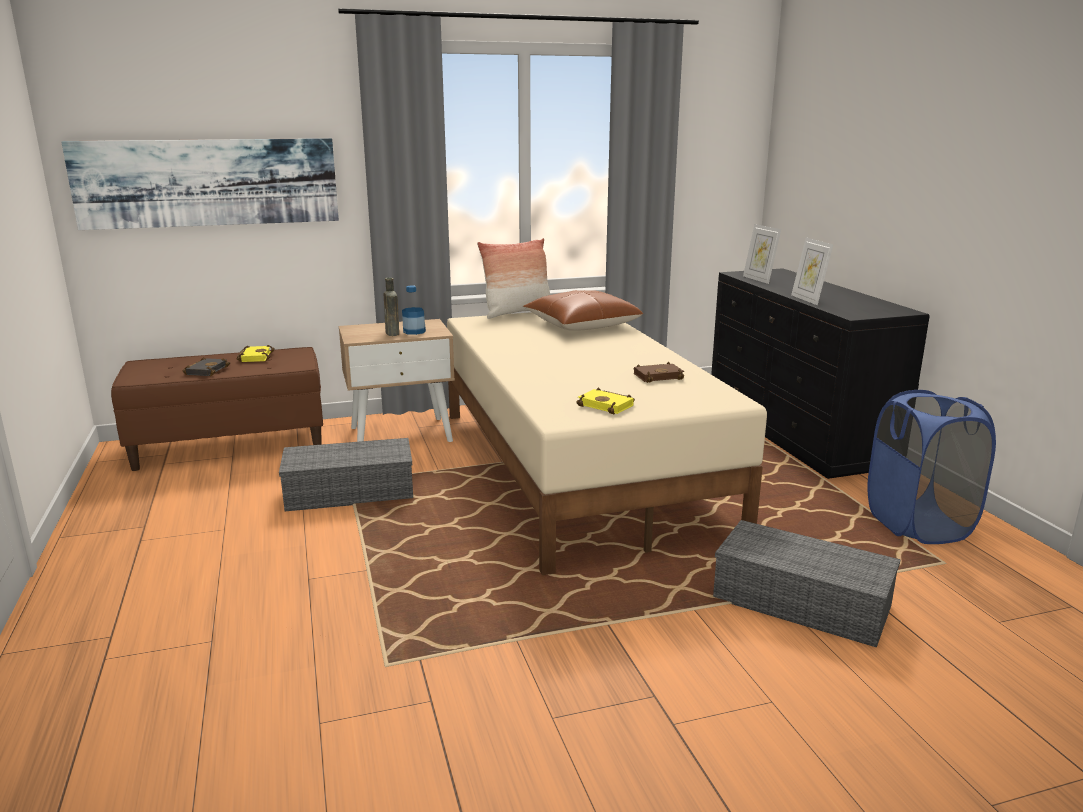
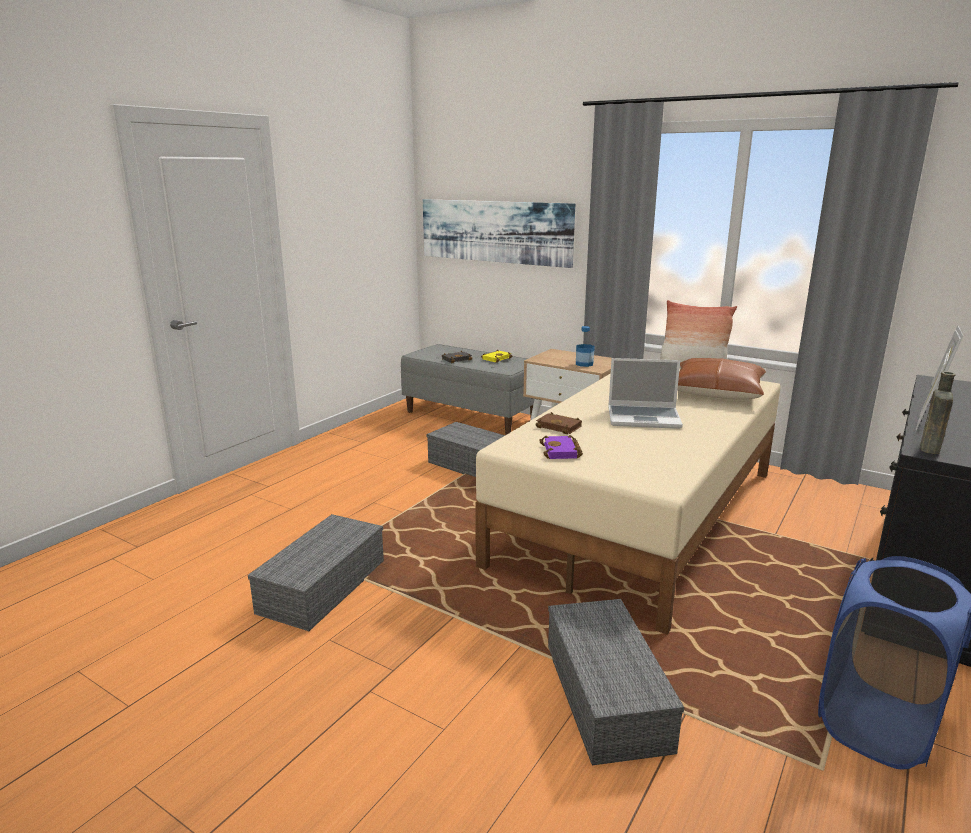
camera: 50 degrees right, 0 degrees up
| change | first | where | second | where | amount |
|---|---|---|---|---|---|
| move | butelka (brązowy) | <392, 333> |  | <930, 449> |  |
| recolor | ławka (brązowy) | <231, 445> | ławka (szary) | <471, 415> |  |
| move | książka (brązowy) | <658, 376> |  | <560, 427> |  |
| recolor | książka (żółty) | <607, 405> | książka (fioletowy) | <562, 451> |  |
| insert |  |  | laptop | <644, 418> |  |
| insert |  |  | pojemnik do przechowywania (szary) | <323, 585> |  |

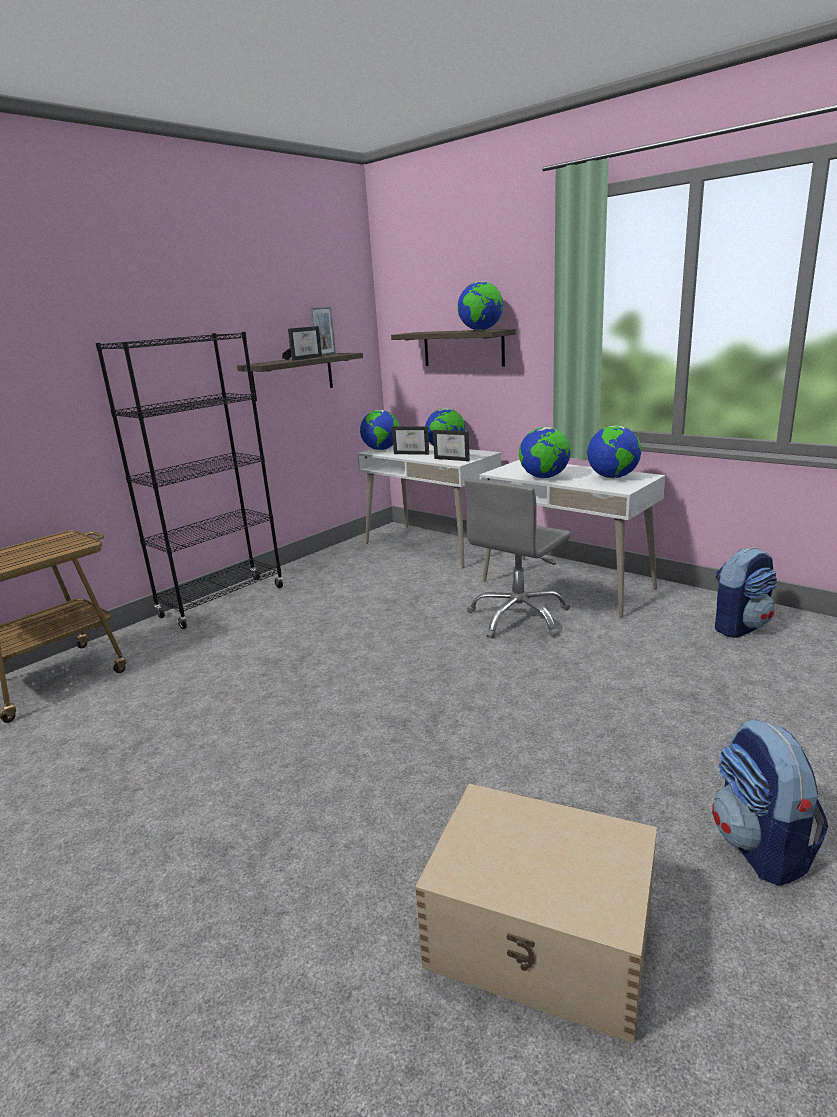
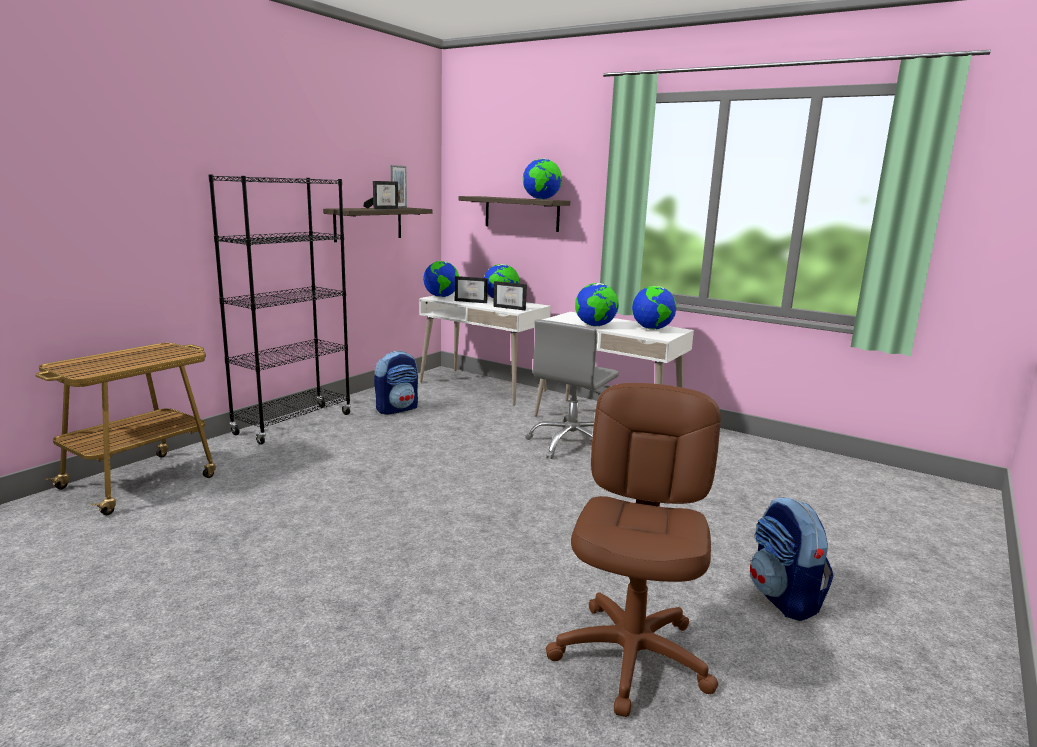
camera: 10 degrees left, 5 degrees down
| change | first | where | second | where | amount |
|---|---|---|---|---|---|
| move | plecak | <740, 626> |  | <397, 409> |  |
| replace | pojemnik do przechowywania (beżowy) | <542, 937> | krzesło biurowe (brązowy) | <632, 656> |  |

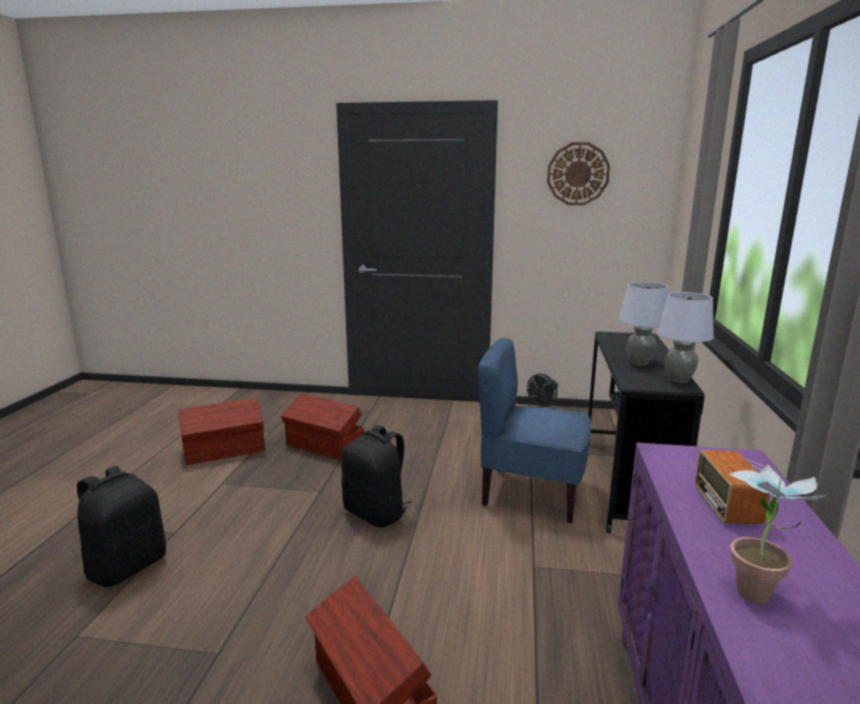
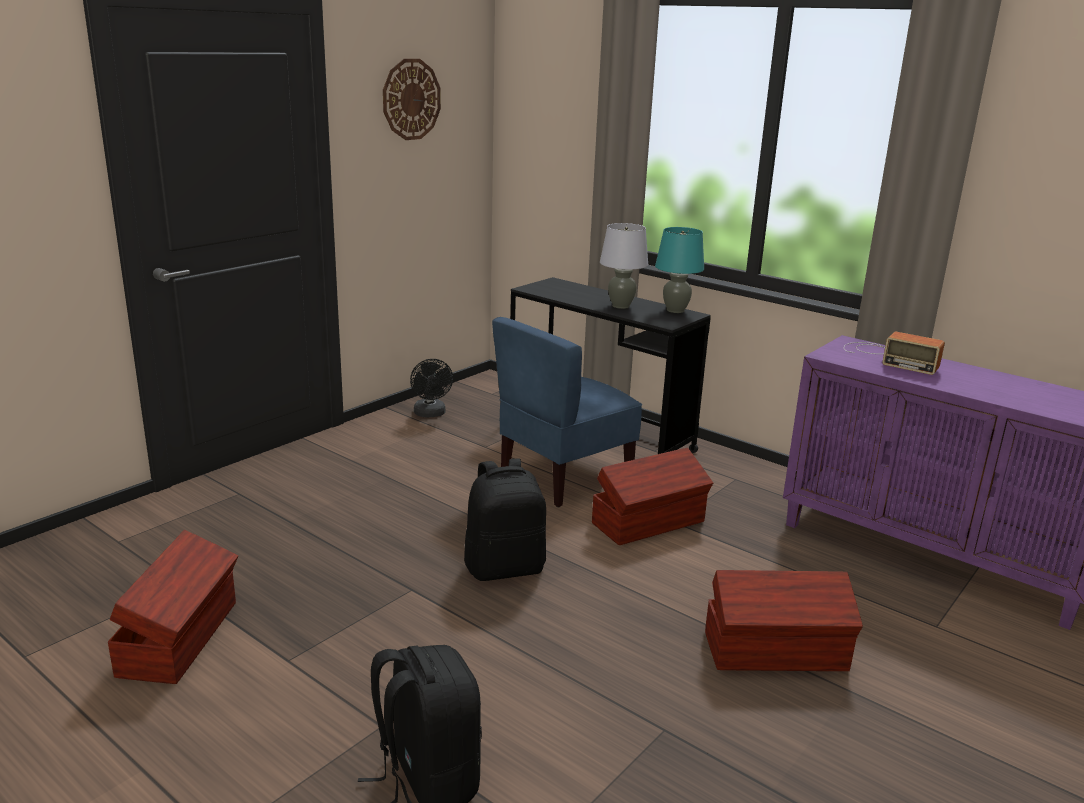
camera: 60 degrees left, 5 degrees up
| change | first | where | second | where | amount |
|---|---|---|---|---|---|
| recolor | lampa stołowa (szary) | <679, 379> | lampa stołowa (turkusowy) | <675, 310> |  |
| move | pojemnik do przechowywania (brązowy) | <325, 446> |  | <650, 523> |  |
| delete | roślina doniczkowa | <758, 588> |  |  |  |

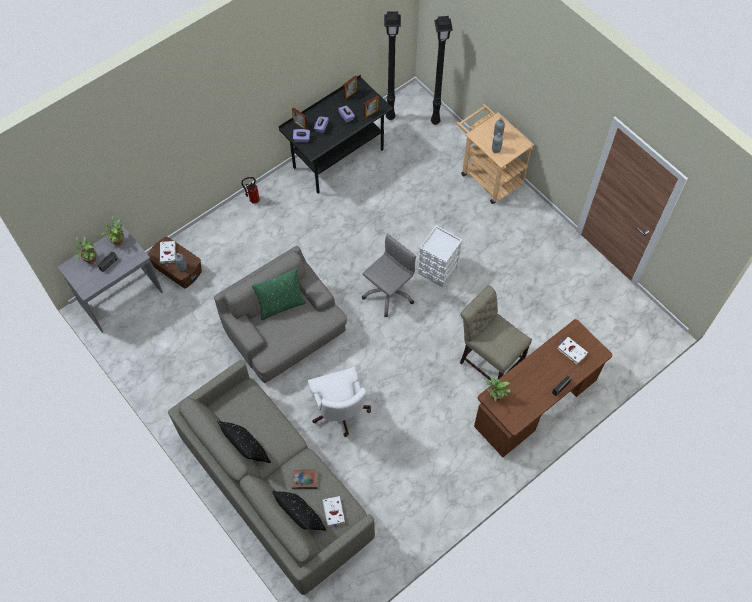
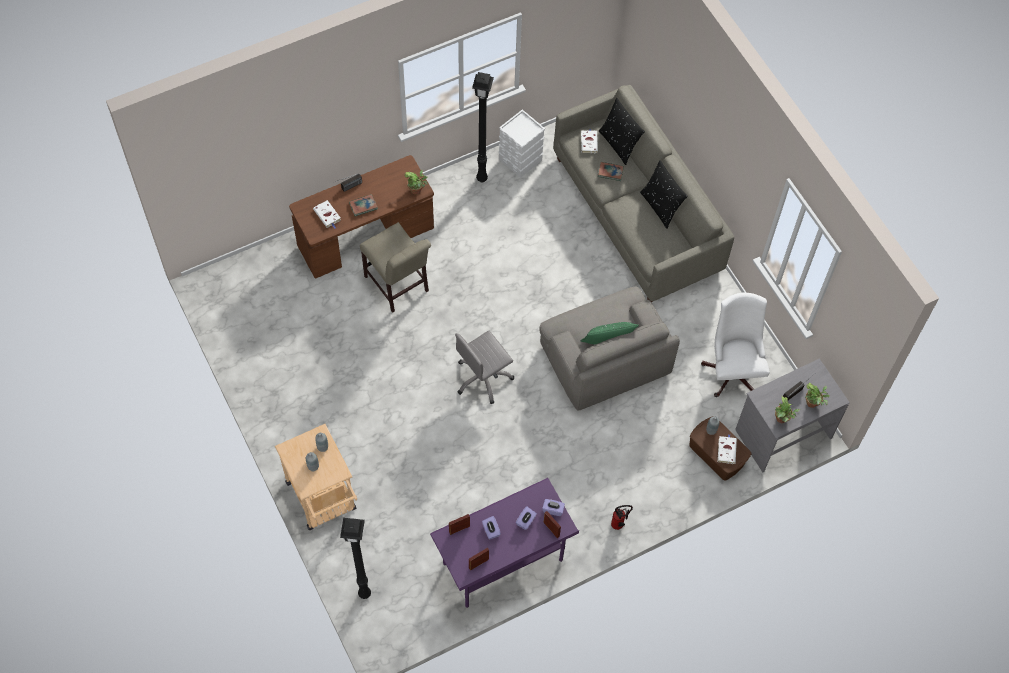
camera: 170 degrees left, 0 degrees up
| change | first | where | second | where | amount |
|---|---|---|---|---|---|
| move | lampa stojąca (czarny) | <390, 117> |  | <482, 178> |  |
| recolor | biurko (czarny) | <338, 159> | biurko (fioletowy) | <503, 563> |  |
| move | pojemnik do przechowywania (biały) | <437, 269> |  | <520, 160> |  |
| move | krzesło biurowe (biały) | <340, 413> |  | <732, 369> |  |
| insert |  |  | książka | <363, 206> |  |

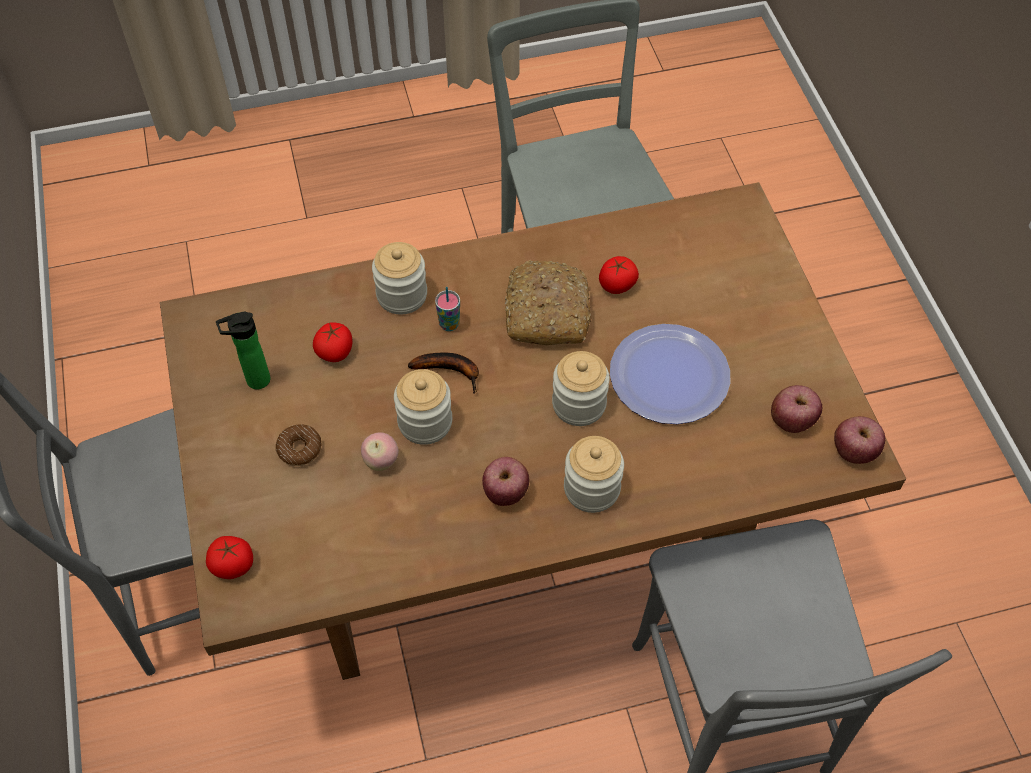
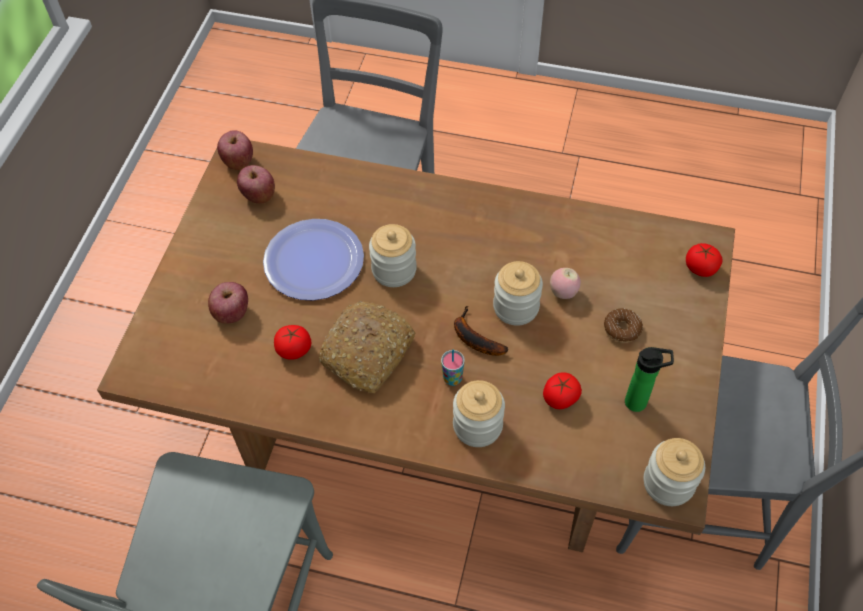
camera: 150 degrees left, 0 degrees up
| change | first | where | second | where | amount |
|---|---|---|---|---|---|
| move | słoik | <591, 488> |  | <668, 483> |  |
| move | jabłko | <506, 492> |  | <231, 313> |  |

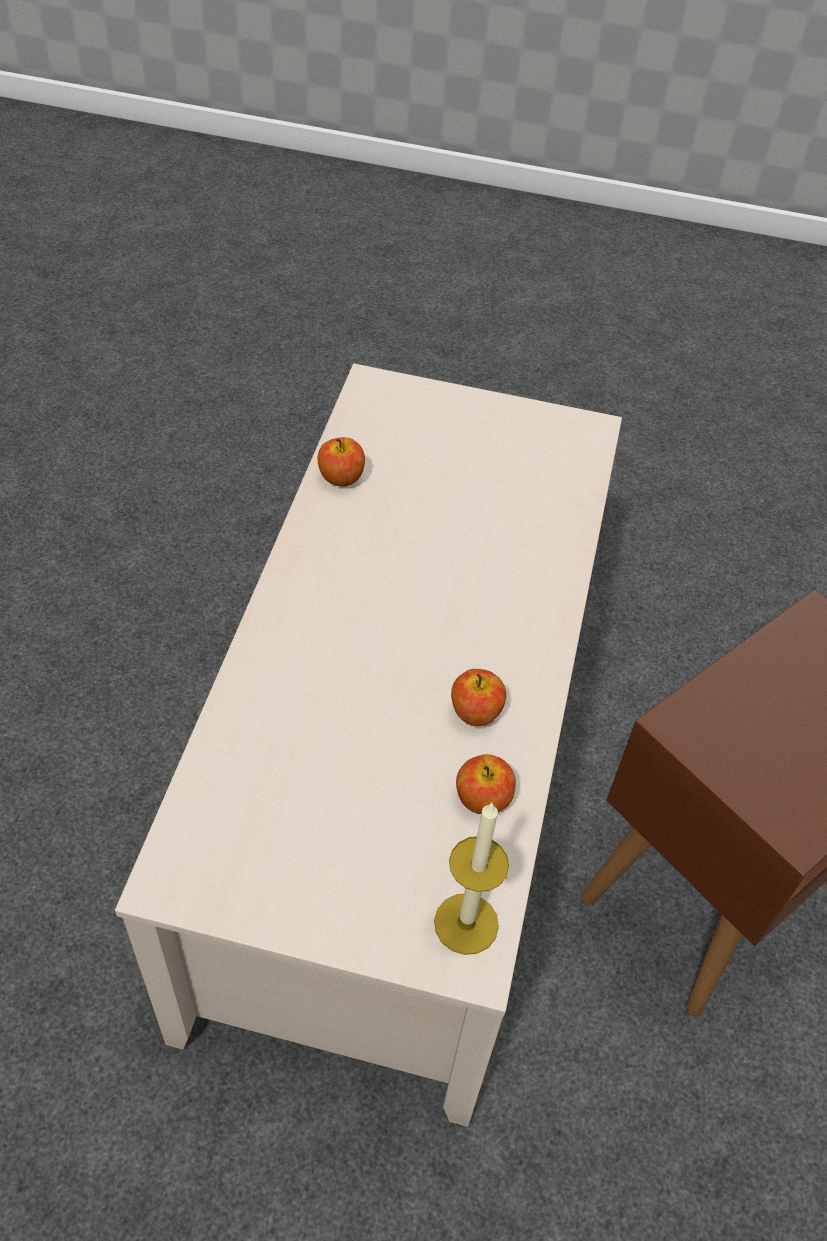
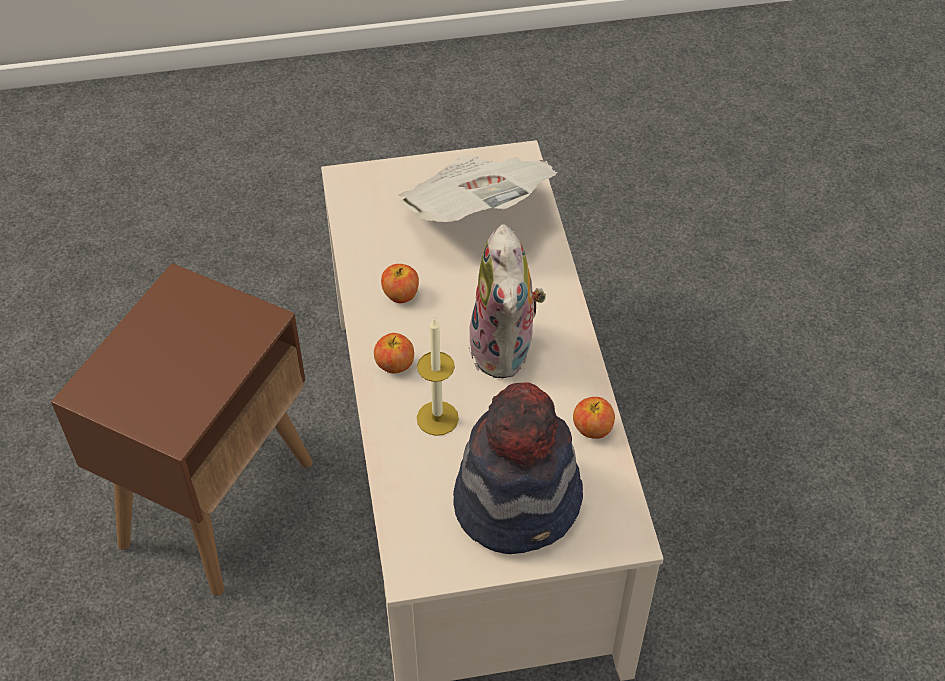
camera: 160 degrees right, 0 degrees up
| change | first | where | second | where | amount |
|---|---|---|---|---|---|
| move | jabłko | <482, 799> |  | <394, 365> |  |
| move | świeca | <466, 923> |  | <437, 418> |  |
| insert |  |  | gazeta | <475, 214> |  |
| insert |  |  | pluszak | <506, 350> |  |
| insert |  |  | kapelusz | <519, 500> |  |

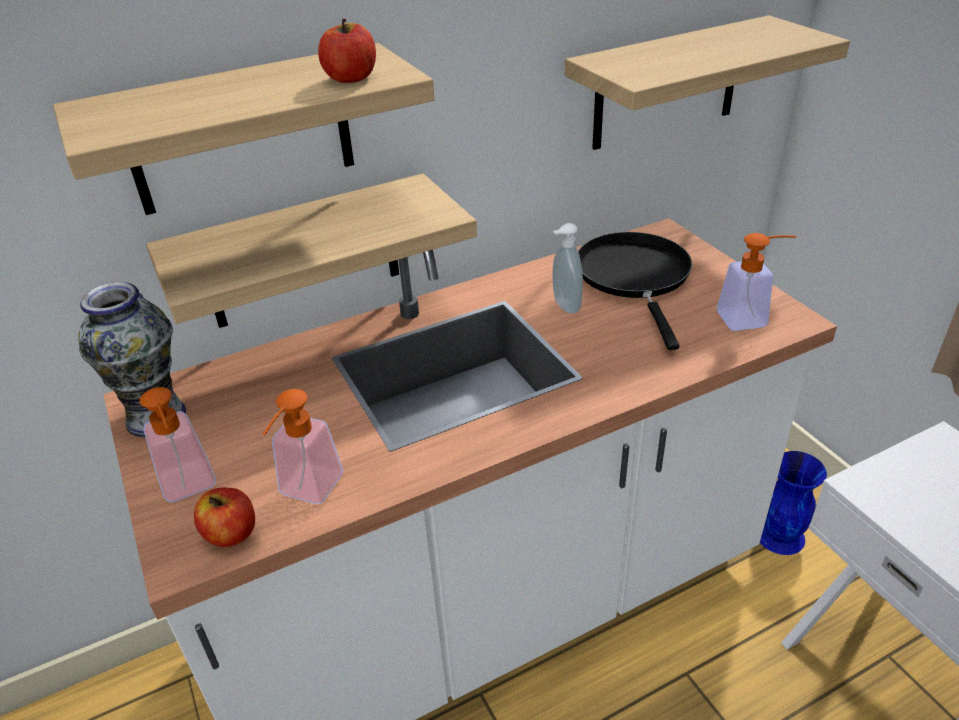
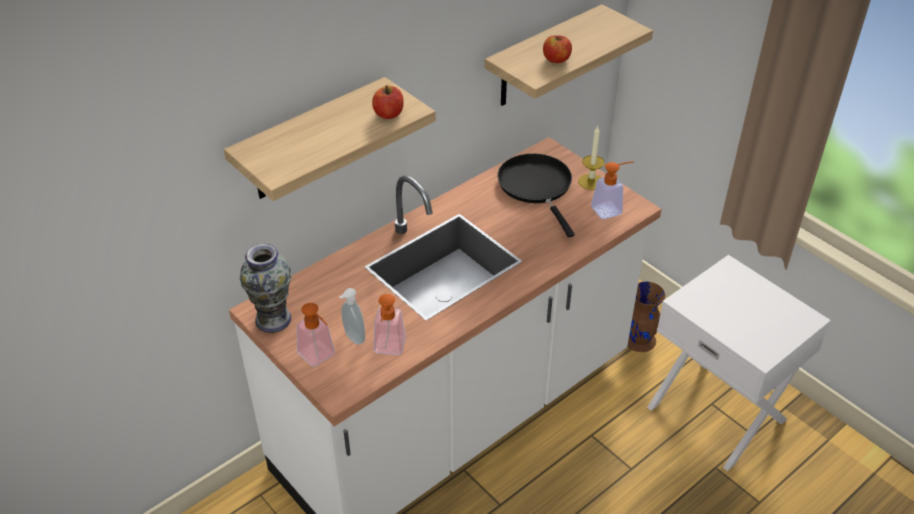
camera: 15 degrees left, 5 degrees up
| change | first | where | second | where | amount |
|---|---|---|---|---|---|
| delete | półka | <302, 254> |  |  |  |
| move | dozownik mydła | <564, 307> |  | <353, 338> |  |
| recolor | wazon (niebieski) | <781, 535> | wazon (brązowy) | <640, 339> |  |
| move | jabłko | <231, 533> |  | <556, 59> |  |
| insert |  |  | świeca | <591, 182> |  |

